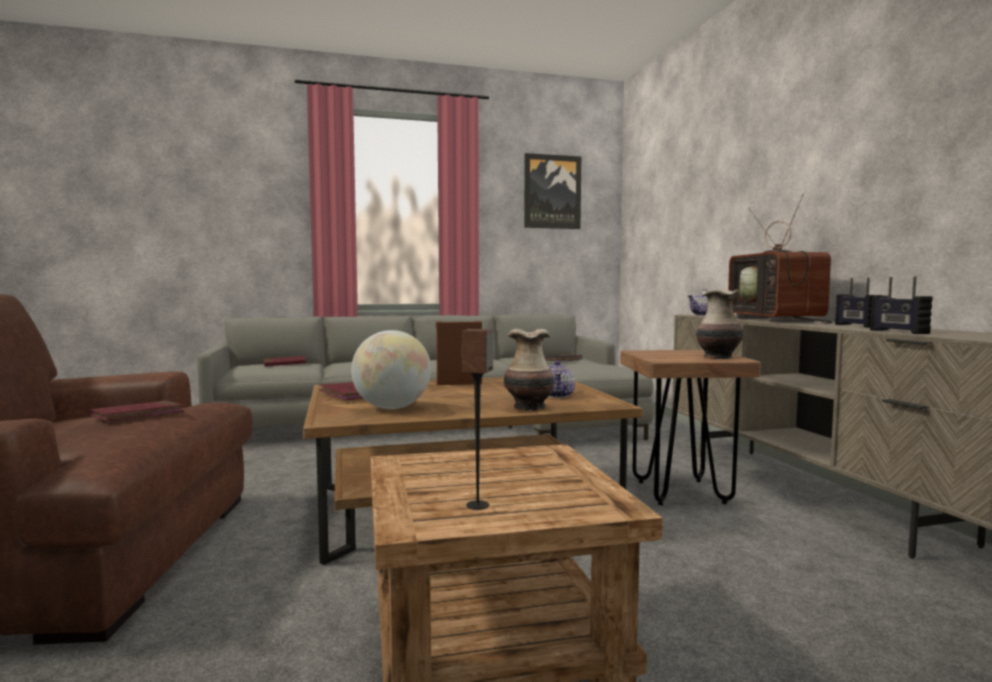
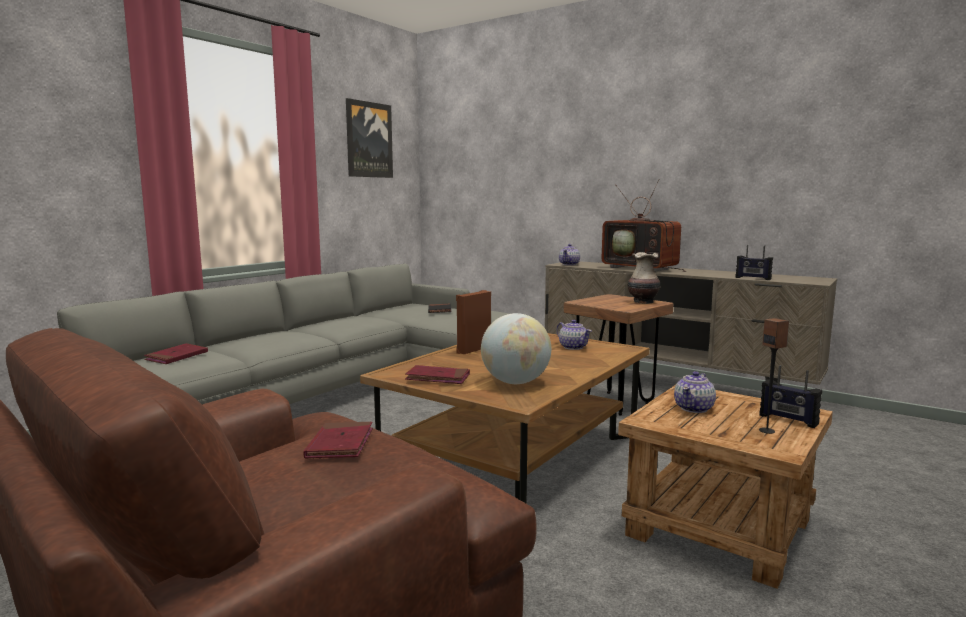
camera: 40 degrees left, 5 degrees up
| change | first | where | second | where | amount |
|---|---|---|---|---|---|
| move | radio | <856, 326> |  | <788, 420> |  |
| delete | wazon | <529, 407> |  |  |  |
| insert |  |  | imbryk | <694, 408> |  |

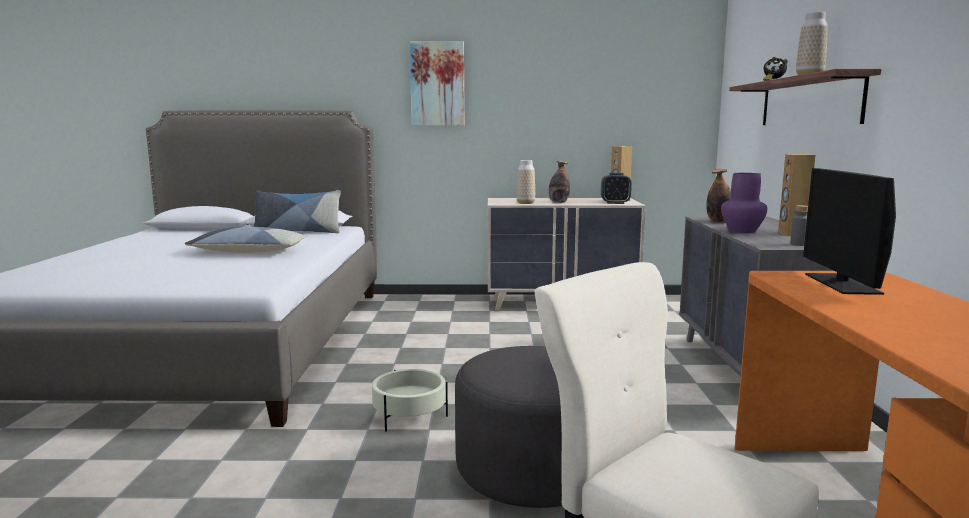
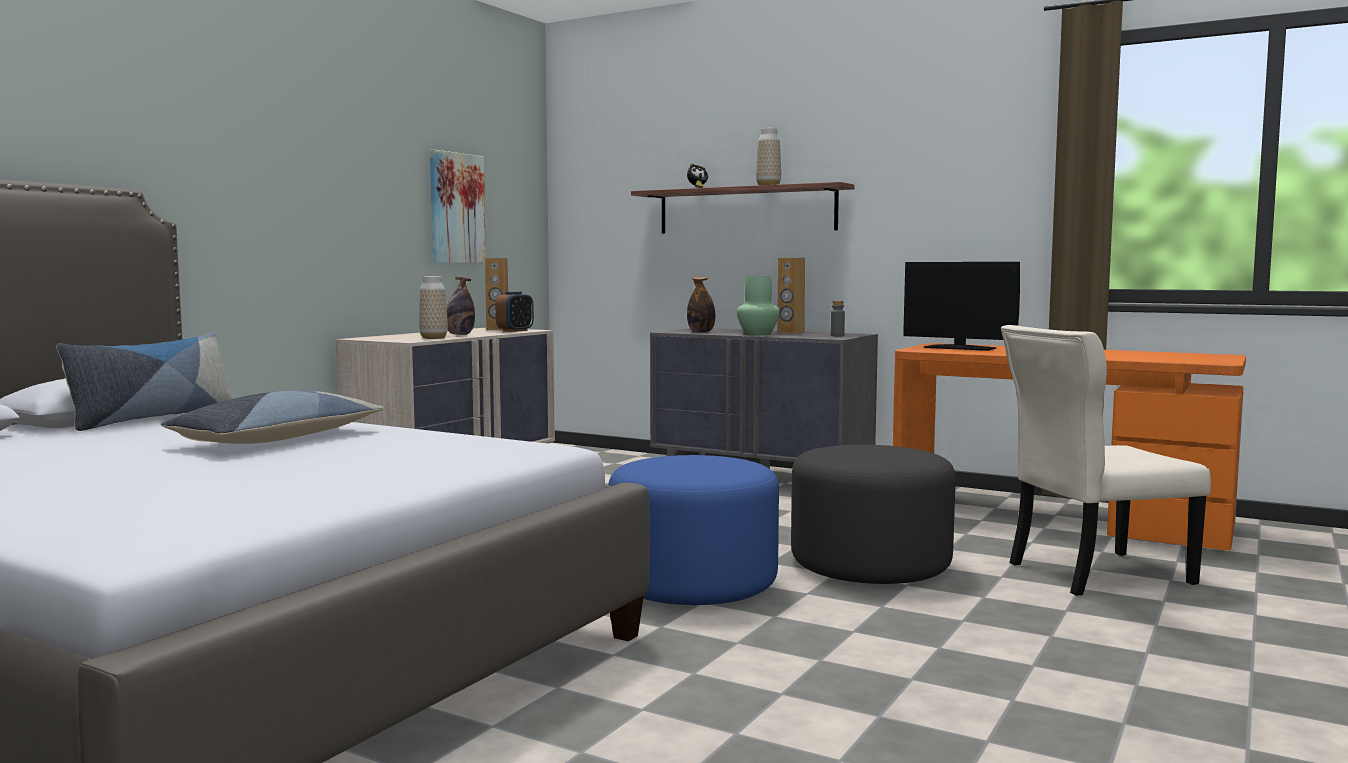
camera: 60 degrees left, 5 degrees down
| change | first | where | second | where | amount |
|---|---|---|---|---|---|
| move | obraz | <437, 84> |  | <456, 208> |  |
| recolor | wazon (fioletowy) | <742, 231> | wazon (zielony) | <757, 334> |  |
| replace | donica (beżowy) | <409, 416> | pufa (niebieski) | <693, 583> |  |

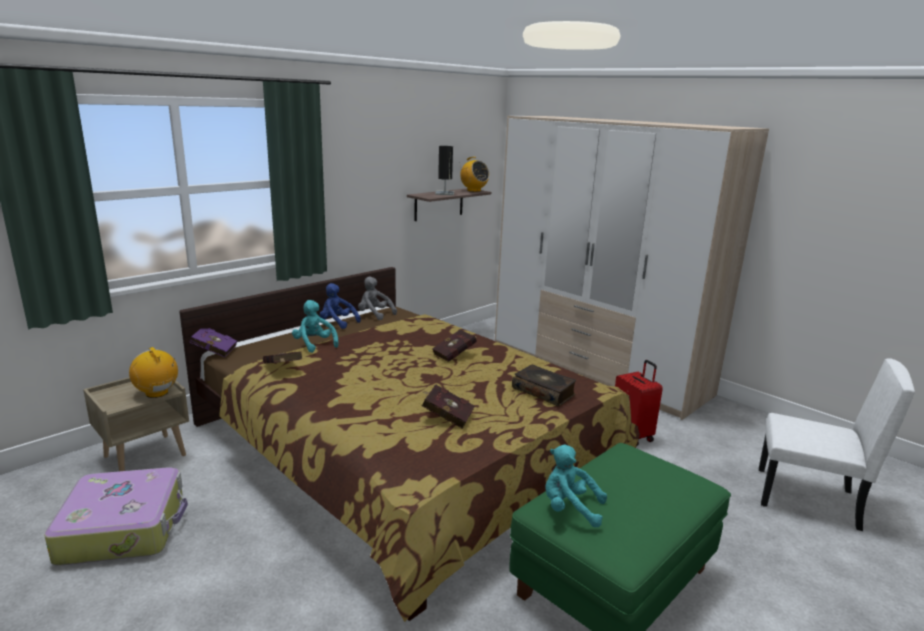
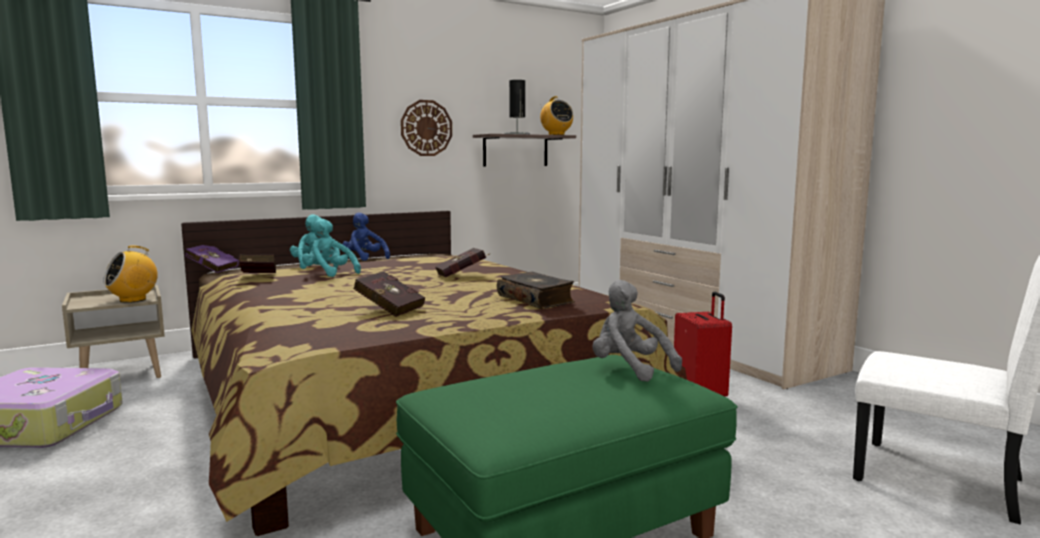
camera: 15 degrees right, 10 degrees down
| change | first | where | second | where | amount |
|---|---|---|---|---|---|
| move | pluszak (szary) | <374, 314> |  | <629, 369> |  |
| rotate | radio | <157, 393> |  | <133, 300> | 105 degrees counterclockwise |
| move | pluszak (turkusowy) | <569, 508> |  | <329, 274> |  |
| insert |  |  | zegar ścienny | <426, 128> |  |

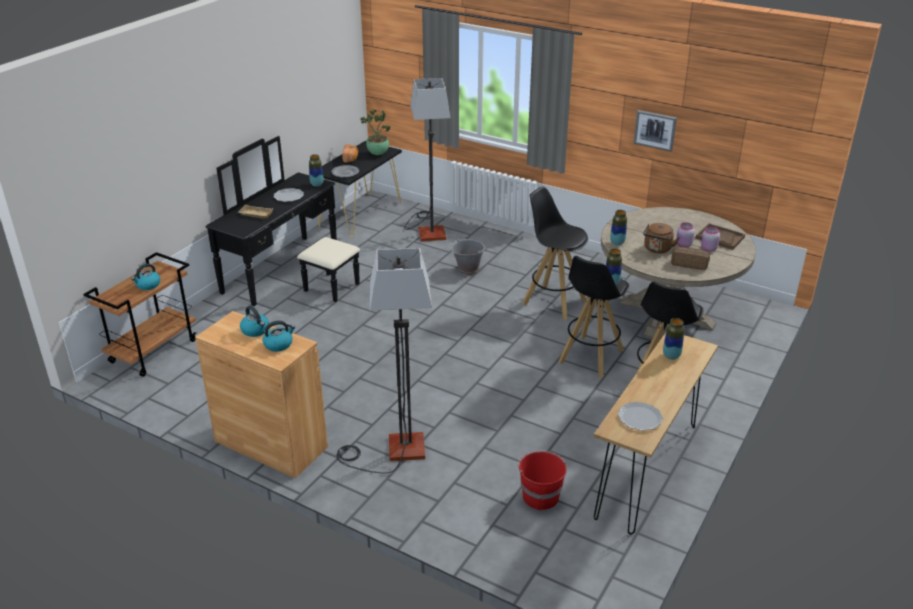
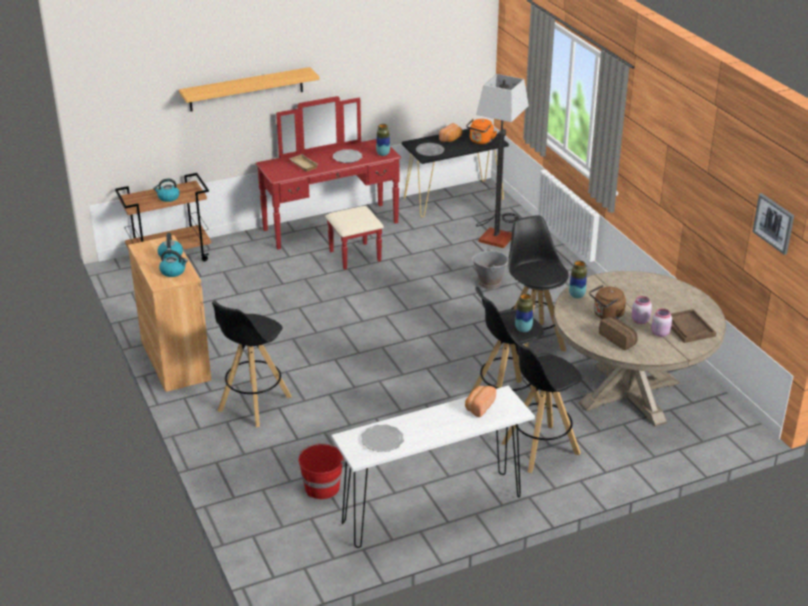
camera: 35 degrees right, 0 degrees up
| change | first | where | second | where | amount |
|---|---|---|---|---|---|
| replace | roślina doniczkowa | <377, 154> | czajnik (pomarańczowy) | <480, 141> |  |
| move | obraz | <655, 130> |  | <774, 223> |  |
| recolor | komoda (czarny) | <292, 273> | komoda (czerwony) | <337, 232> |  |
| replace | lampa stojąca | <393, 451> | stołek (czarny) | <254, 404> |  |
| replace | wazon | <671, 356> | chleb | <479, 407> |  |
| recolor | stolik konsolowy (brązowy) | <647, 470> | stolik konsolowy (biały) | <432, 510> |  |
| insert |  |  | półka | <246, 89> |  |

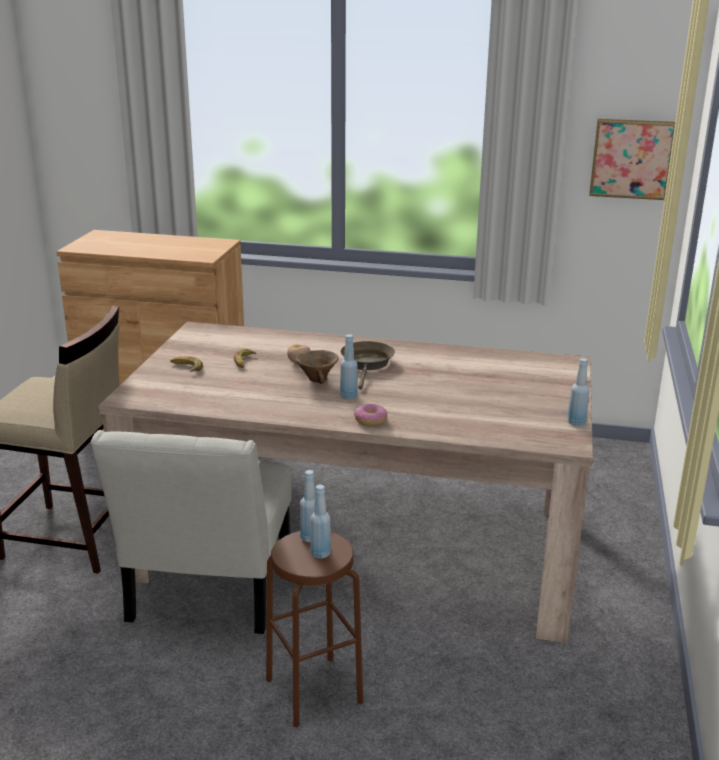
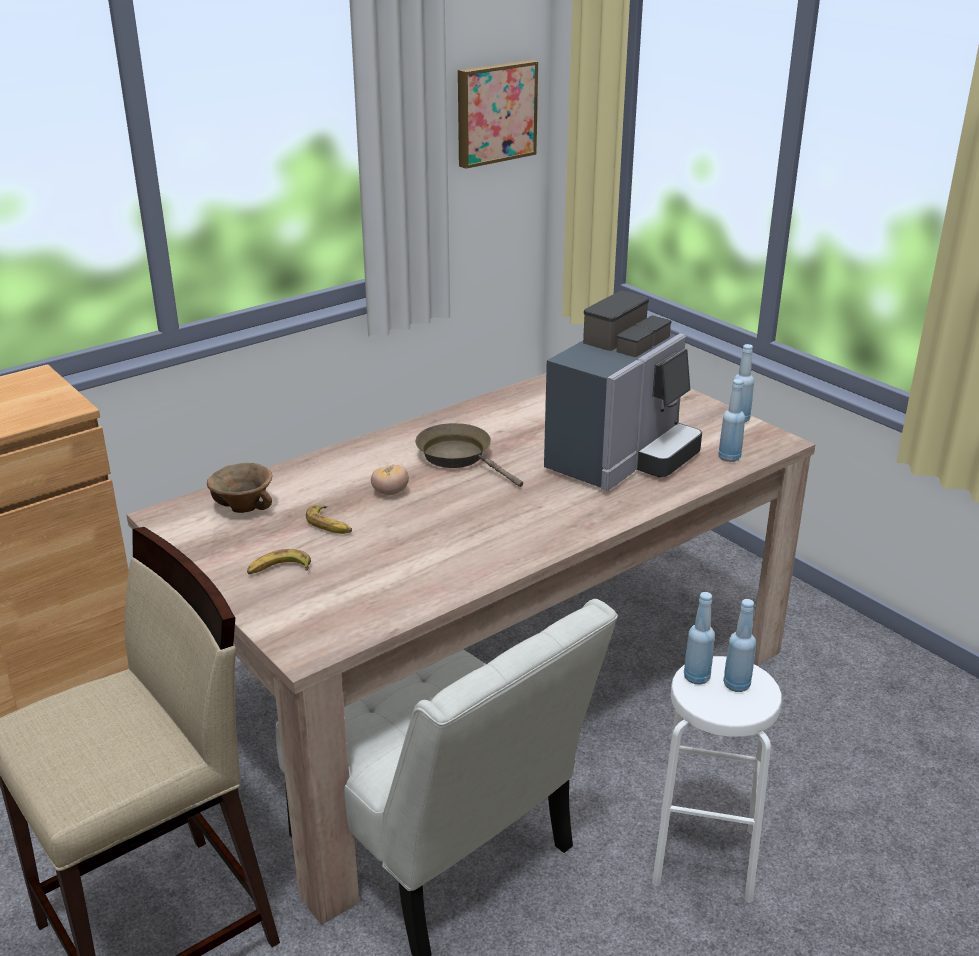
camera: 50 degrees left, 5 degrees up
| change | first | where | second | where | amount |
|---|---|---|---|---|---|
| move | butelka (niebieski) | <348, 396> |  | <729, 457> |  |
| move | miska (brązowy) | <317, 380> |  | <244, 508> |  |
| delete | donut | <370, 420> |  |  |  |
| recolor | stołek (brązowy) | <314, 690> | stołek (biały) | <704, 856> |  |
| insert |  |  | ekspres do kawy | <622, 458> |  |

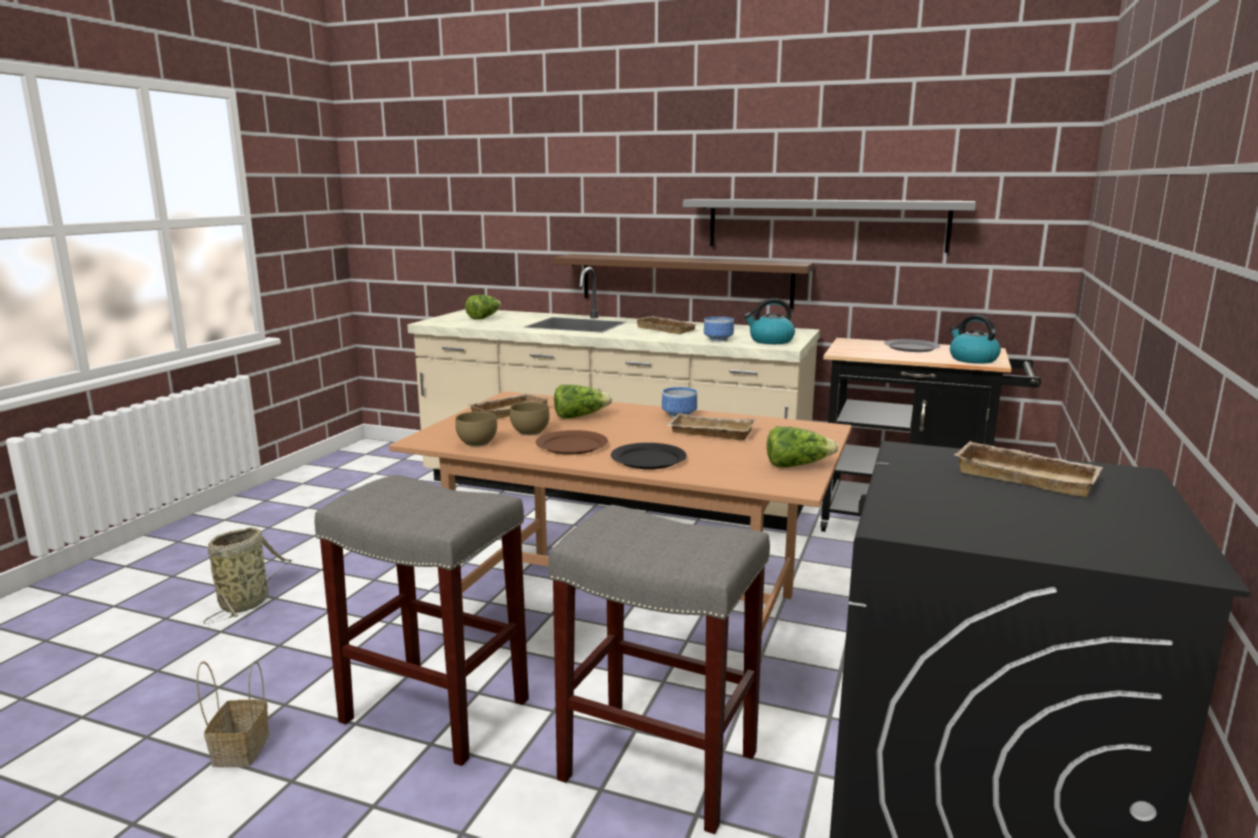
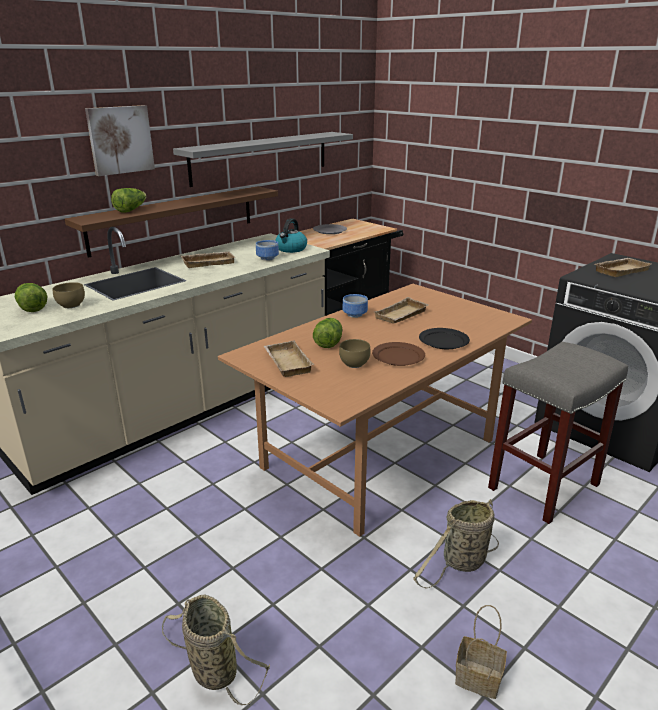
camera: 65 degrees left, 10 degrees up
| change | first | where | second | where | amount |
|---|---|---|---|---|---|
| delete | czajnik | <972, 359> |  |  |  |
| move | miska (brązowy) | <477, 444> |  | <72, 305> |  |
| move | sałata | <797, 465> |  | <131, 210> |  |
| replace | stołek (szary) | <433, 710> | koszyk | <461, 563> |  |
| insert |  |  | obraz | <120, 140> |  |

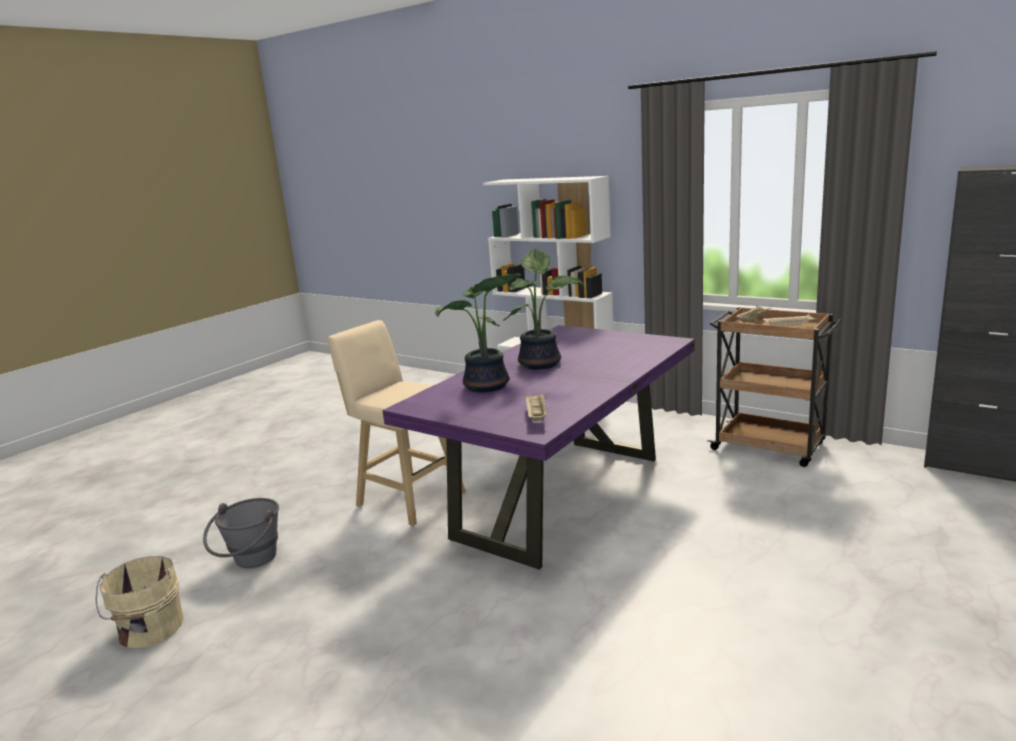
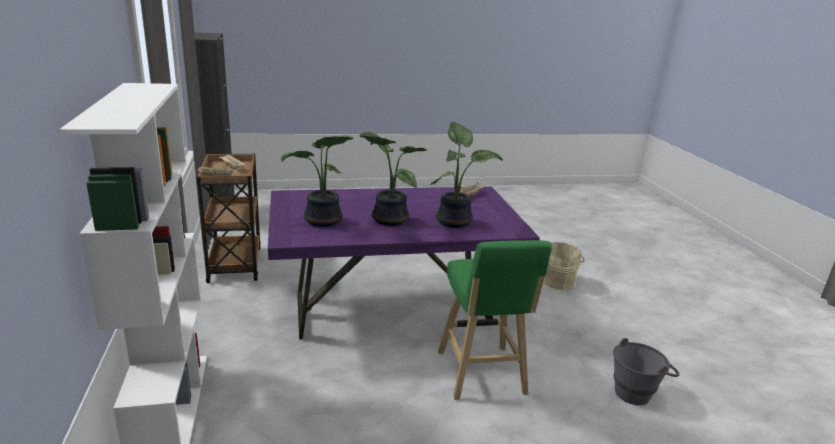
camera: 140 degrees left, 5 degrees up
| change | first | where | second | where | amount |
|---|---|---|---|---|---|
| recolor | stołek (beżowy) | <407, 498> | stołek (zielony) | <481, 375> |  |
| move | wiadro (beżowy) | <150, 630> |  | <558, 281> |  |
| insert |  |  | roślina doniczkowa | <322, 222> |  |

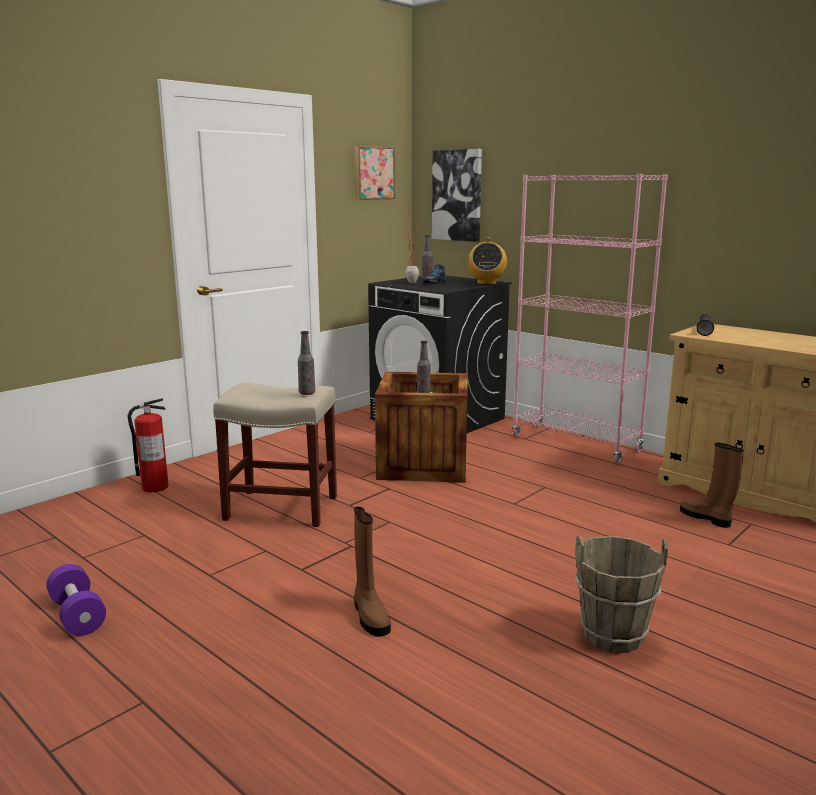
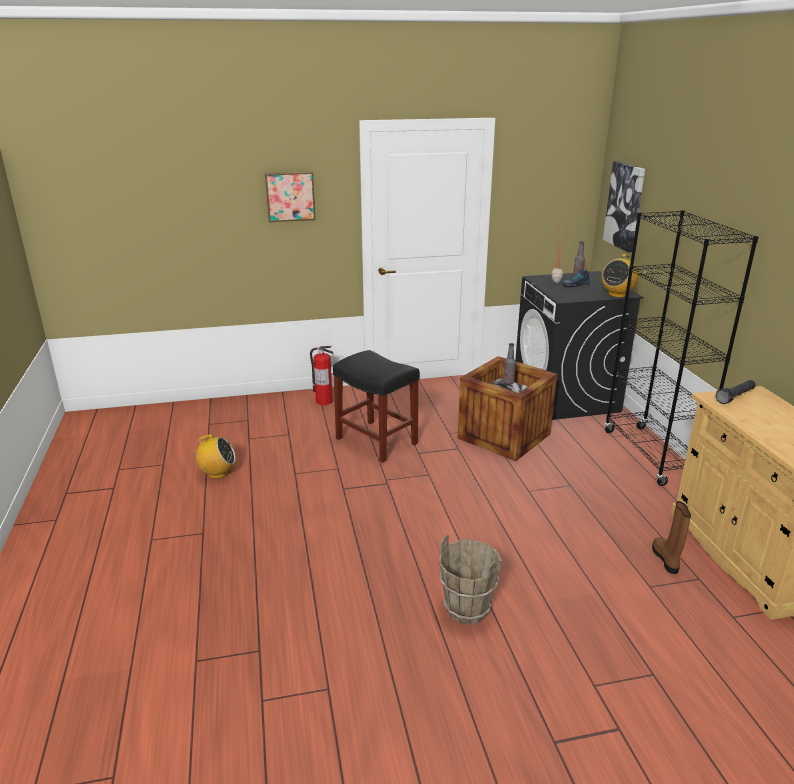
camera: 35 degrees right, 10 degrees up
| change | first | where | second | where | amount |
|---|---|---|---|---|---|
| move | obraz | <372, 173> |  | <290, 196> |  |
| recolor | regał (różowy) | <575, 444> | regał (czarny) | <650, 455> |  |
| delete | butelka | <307, 393> |  |  |  |
| recolor | stołek (beżowy) | <283, 508> | stołek (czarny) | <377, 441> |  |
| delete | but z cholewką (brązowy) | <369, 616> |  |  |  |
| replace | hantel (fioletowy) | <77, 615> | radio | <217, 473> |  |

